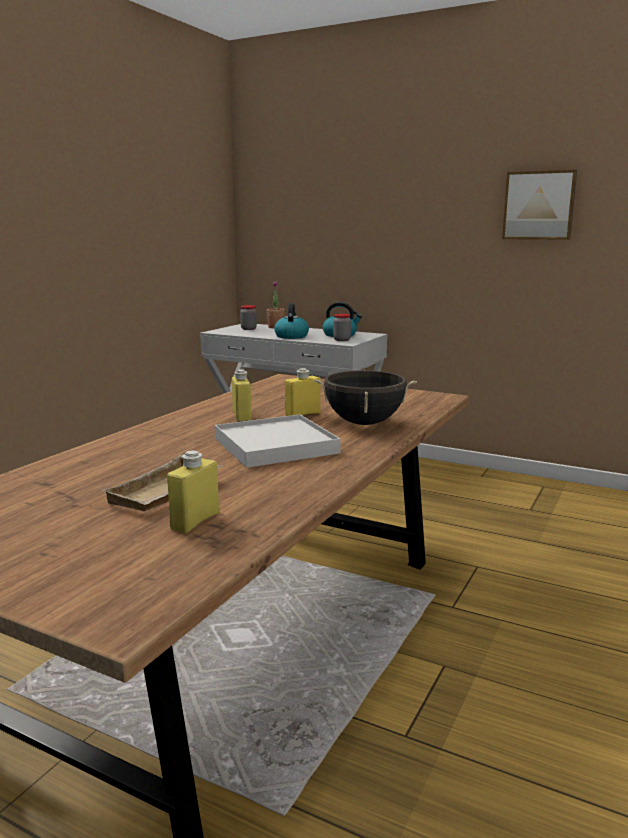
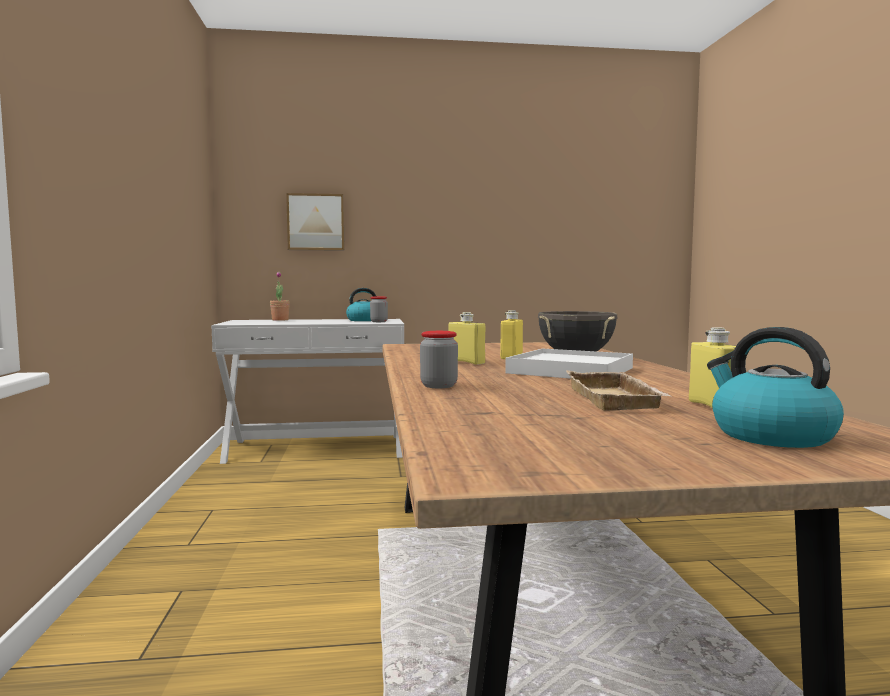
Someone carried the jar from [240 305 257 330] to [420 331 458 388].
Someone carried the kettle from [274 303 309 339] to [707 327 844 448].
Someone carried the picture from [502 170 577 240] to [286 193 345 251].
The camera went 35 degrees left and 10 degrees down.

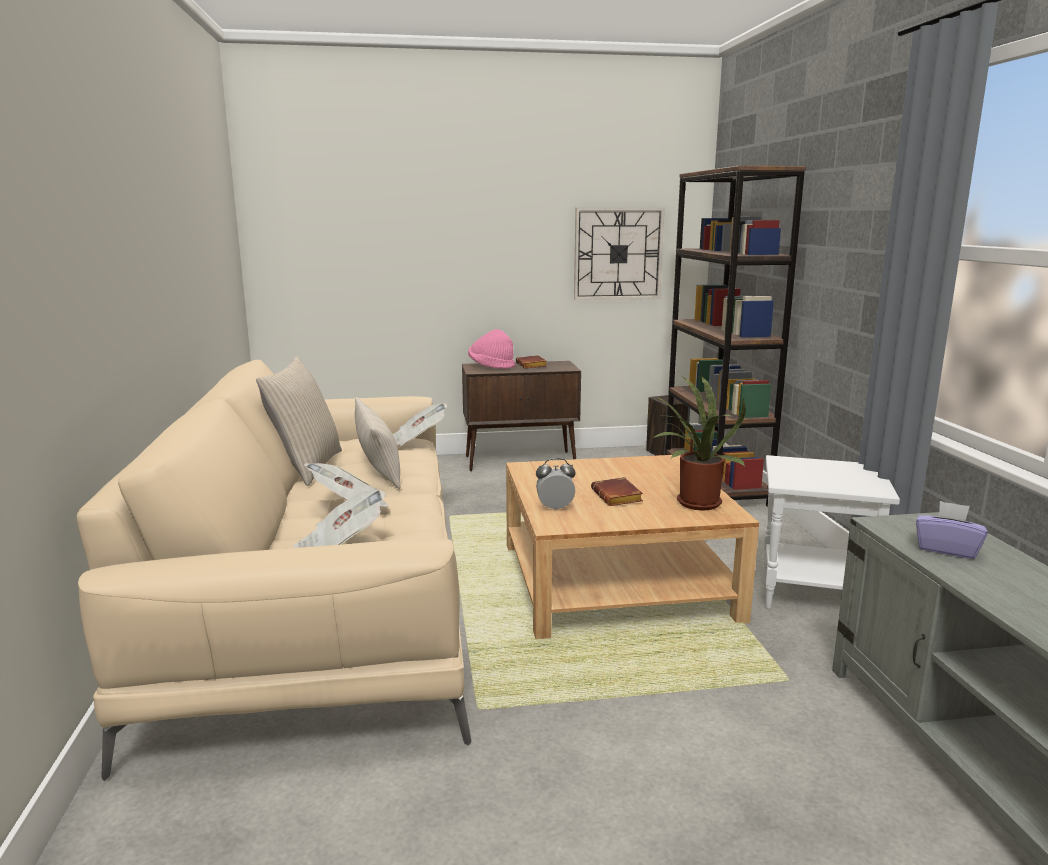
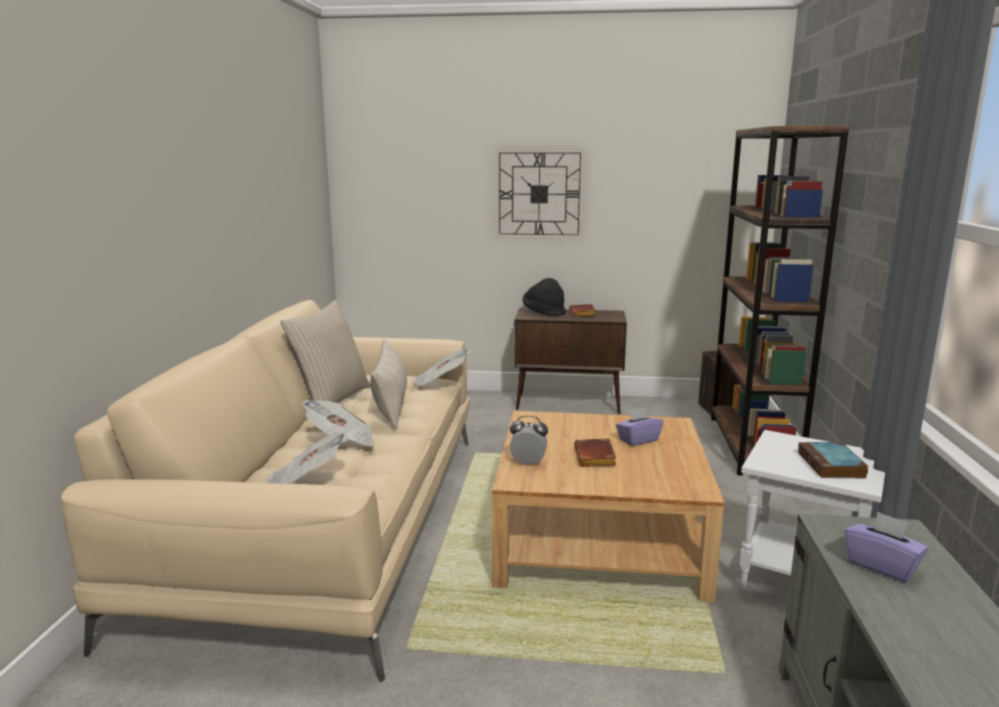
Someone took away the potted plant at [653 375 746 510].
Someone put down the tissue box in purple at [616 407 663 446].
Someone put down the book at [798 442 869 478].
Someone carried the wall clock from [574 208 665 300] to [496 149 585 239].
Someone repainted the hat in pink at [468 329 515 369], which became the hat in black at [523 278 566 316].
The camera went 15 degrees right and 0 degrees up.

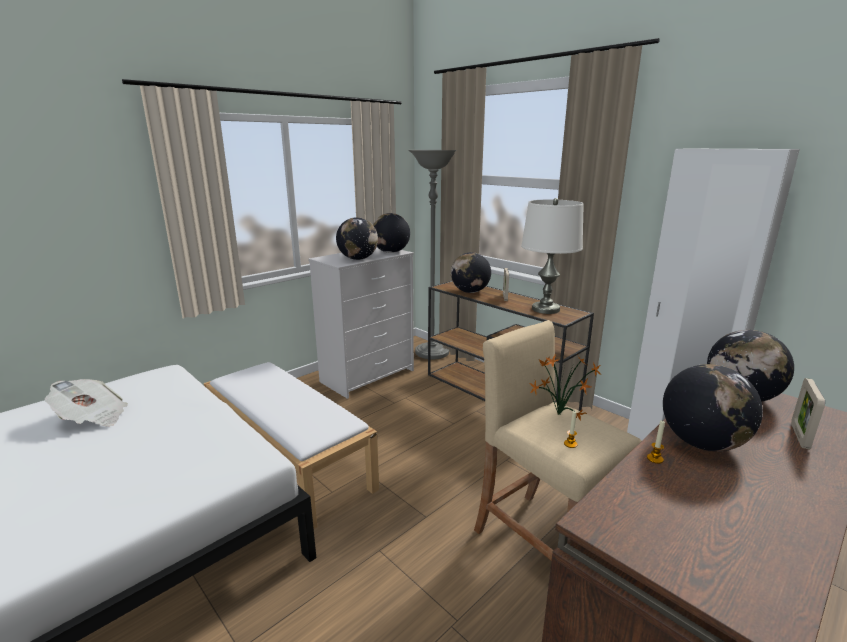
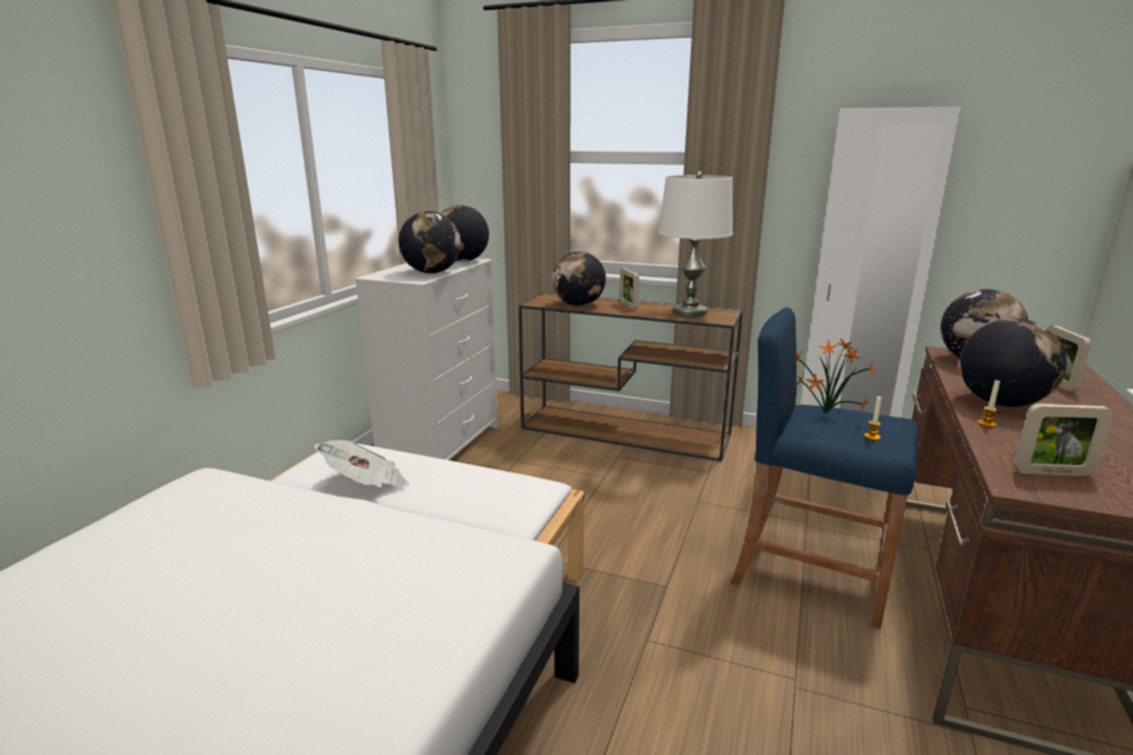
Someone took away the floor lamp in grey at [408 150 457 360].
Someone put down the picture frame at [1014 404 1113 476].
Someone carried the newspaper from [45 379 128 426] to [314 440 410 487].
Someone repainted the stool in beige at [474 320 641 561], which became the stool in blue at [731 307 918 629].
The camera went 25 degrees left and 0 degrees up.

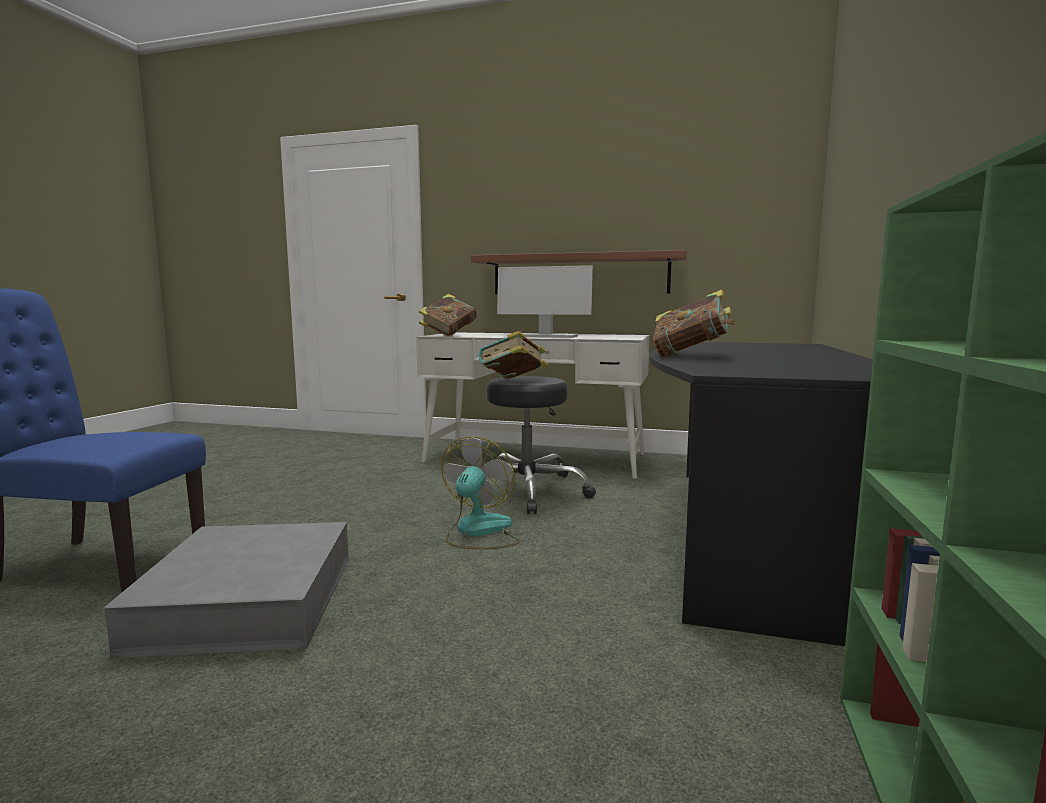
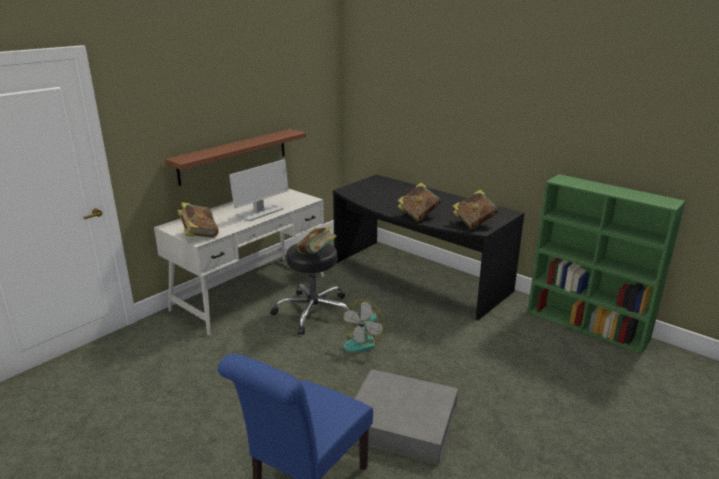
Someone put down the book at [453 189 498 229].
Someone rotated the fan at [441 437 520 549] by 105 degrees counterclockwise.
The camera went 65 degrees left and 15 degrees up.

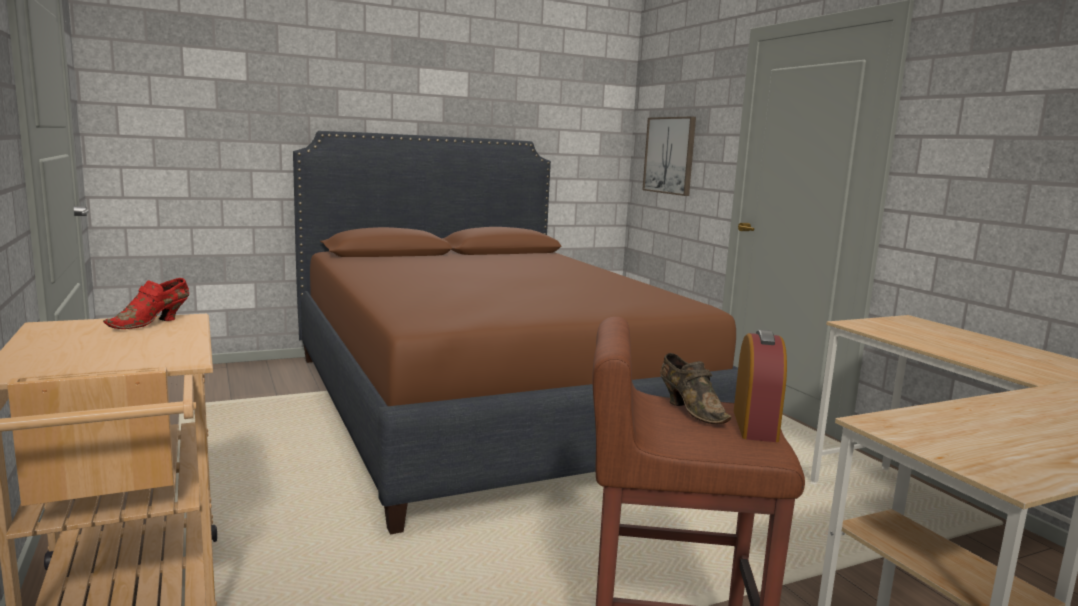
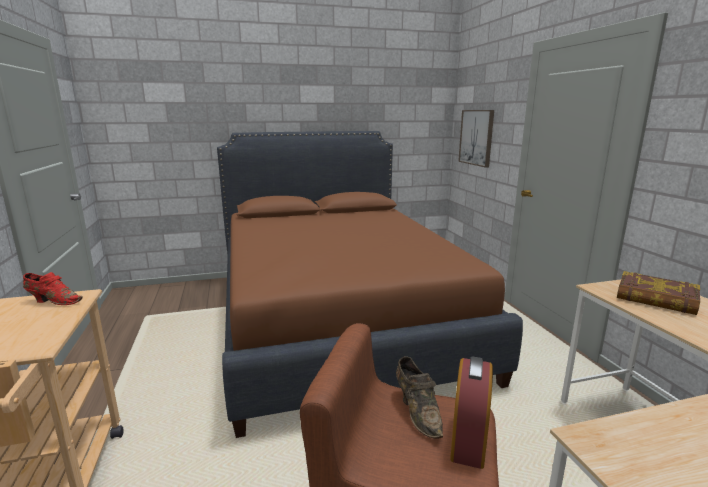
Someone put down the book at [617 271 700 315].
Someone rotated the shoe in red at [103 278 189 329] by 120 degrees counterclockwise.
The camera went 10 degrees right and 5 degrees up.

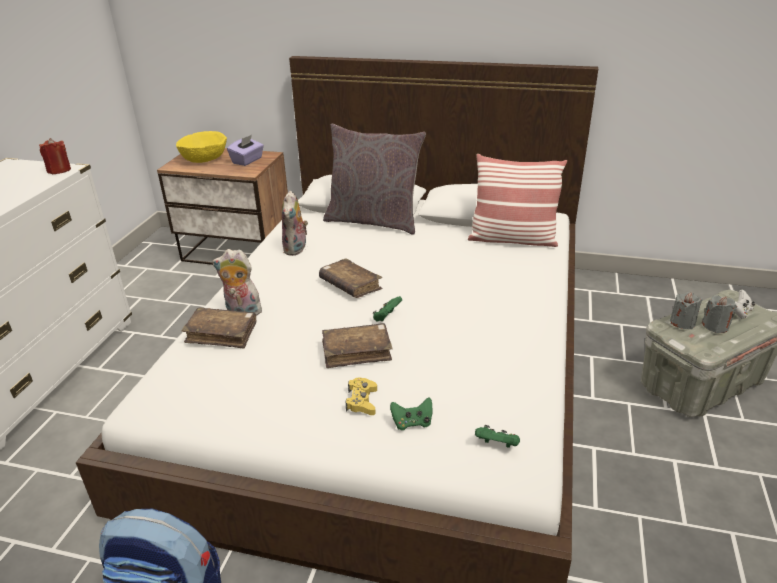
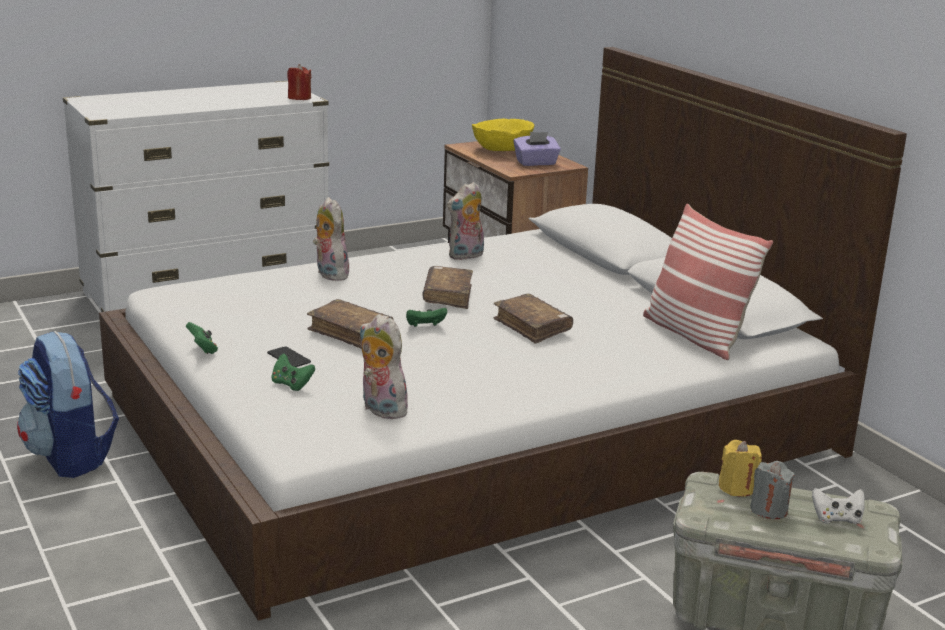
Someone took away the pillow in grey at [323 124 426 235].
Someone put down the plush toy at [360 314 408 419].
Someone carried the book in brown from [182 307 257 349] to [493 294 573 344].
Someone carried the game controller in green from [475 425 520 448] to [186 322 218 354].
Someone swapped the game controller in yellow at [346 378 377 415] for the phone at [267 346 311 367].
Someone repainted the candle in grey at [670 292 703 329], which became the candle in yellow at [719 440 762 497].
The camera went 45 degrees right and 10 degrees down.

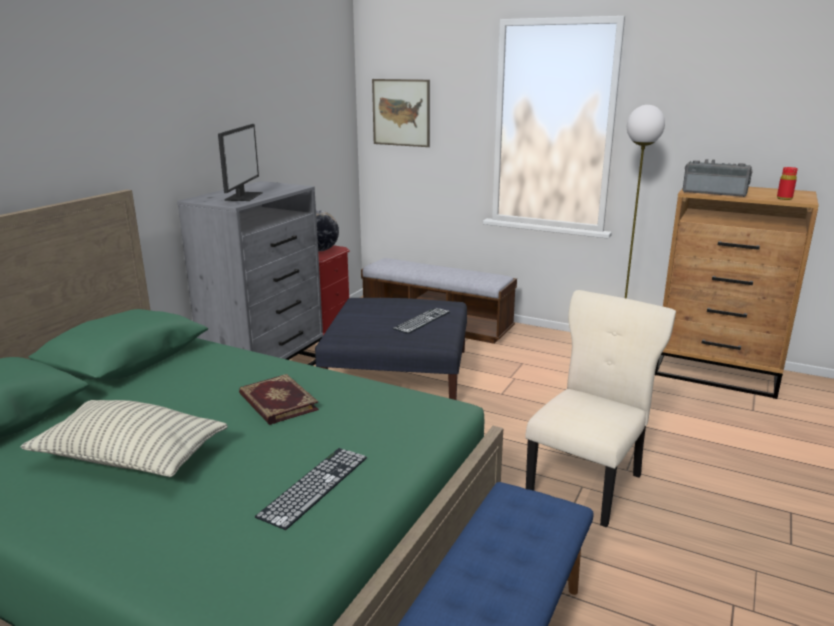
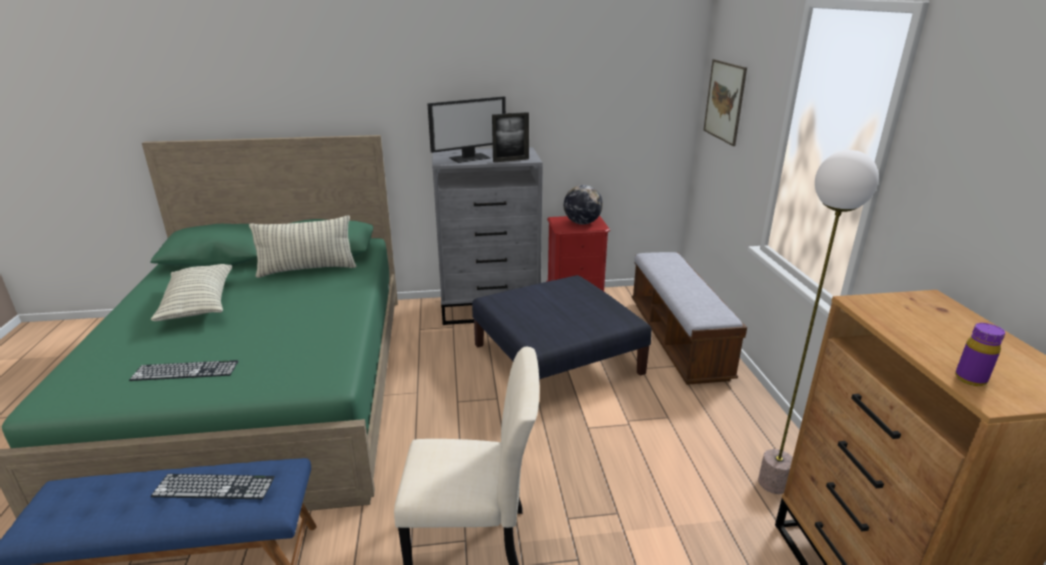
Someone took away the book at [239 374 319 425].
Someone took away the radio at [683 159 753 197].
Someone put down the pillow at [249 215 357 278].
Someone put down the picture frame at [492 112 529 162].
Someone carried the keyboard from [392 308 450 334] to [150 474 275 499].
Someone repainted the bottle in red at [777 167 798 200], which became the bottle in purple at [955 323 1005 386].
The camera went 55 degrees right and 5 degrees up.

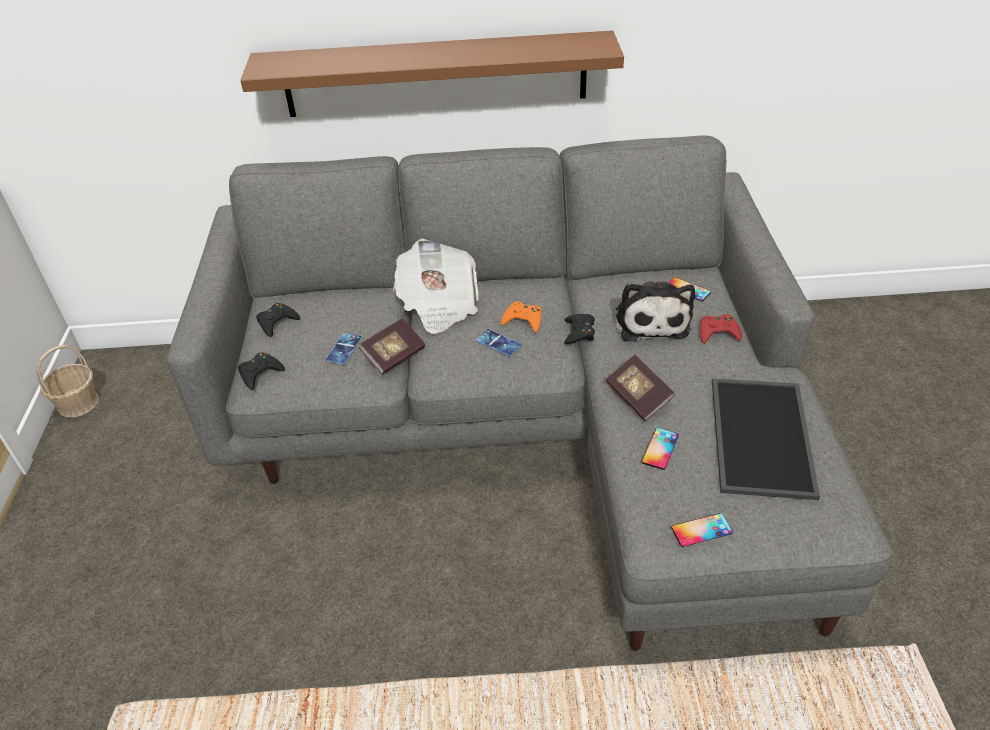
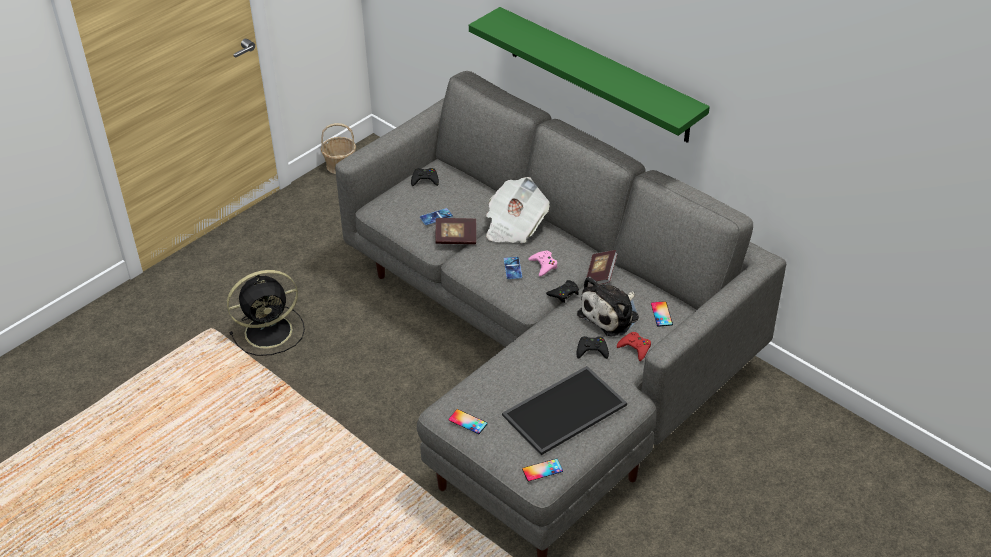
Someone put down the fan in black at [227 270 305 356].
Someone carried the game controller in black from [238 352 285 390] to [576 336 609 359].
Someone carried the book from [606 355 675 422] to [586 250 618 285].
Someone carried the phone from [641 427 679 470] to [522 458 563 481].
Someone repainted the shelf in brown at [240 31 624 117], which became the shelf in green at [469 7 710 143].
Someone repainted the game controller in orange at [501 301 541 333], which became the game controller in pink at [528 250 557 277].
The camera went 45 degrees right and 0 degrees up.

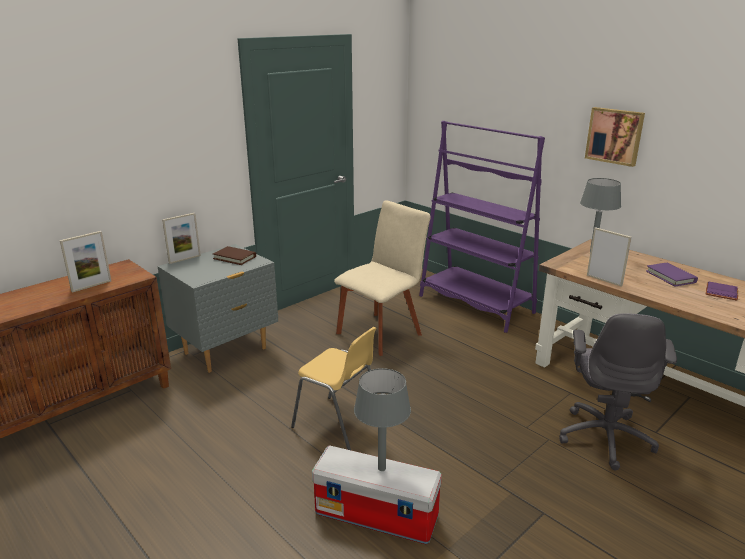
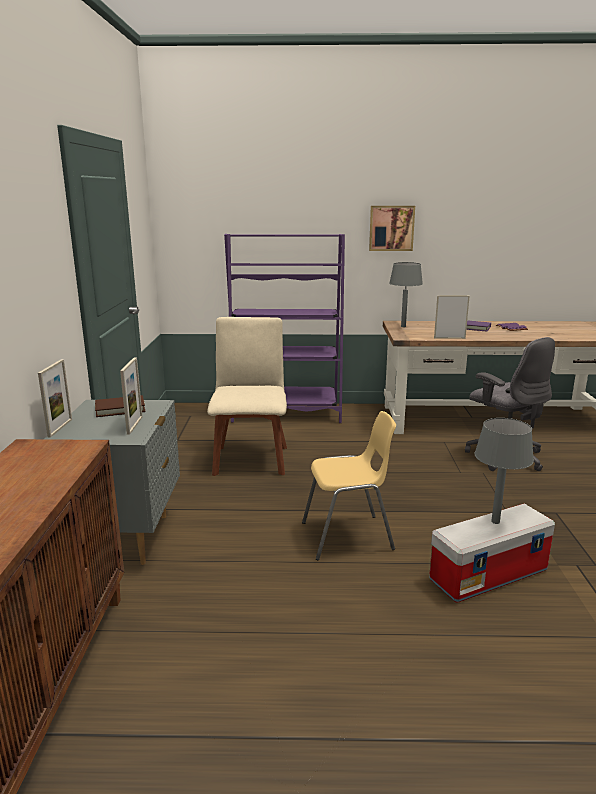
Someone carried the picture frame from [60 231 111 293] to [120 357 142 435].
The camera went 45 degrees left and 5 degrees down.

